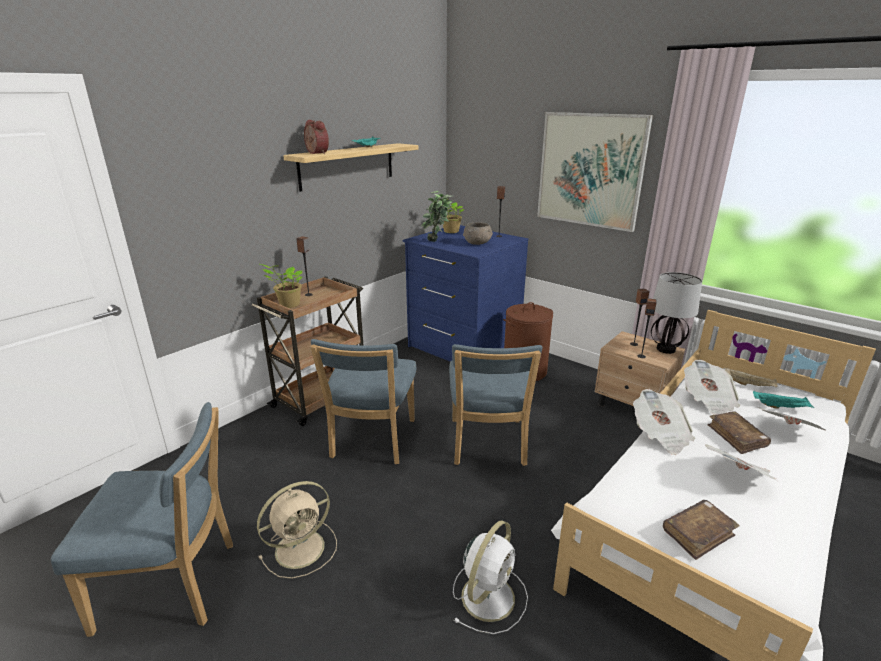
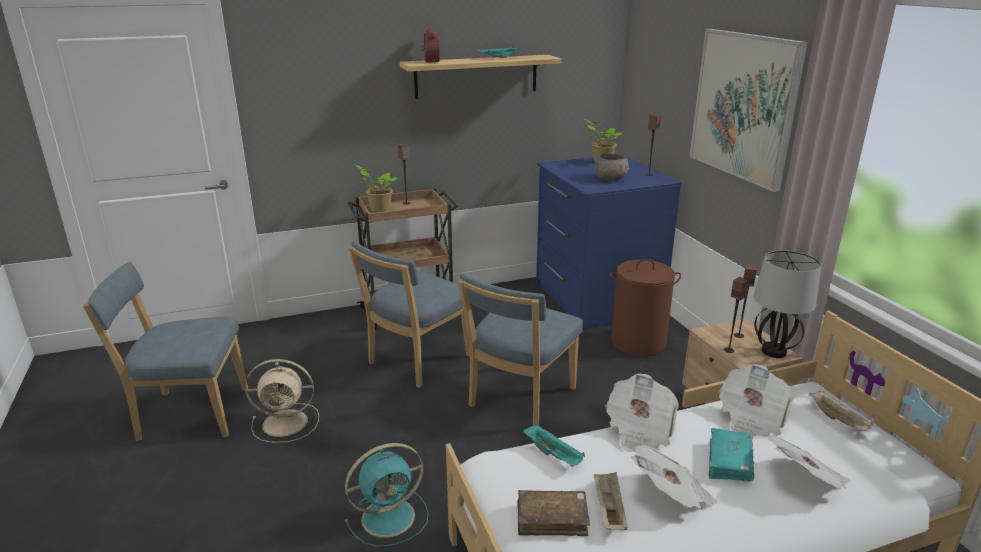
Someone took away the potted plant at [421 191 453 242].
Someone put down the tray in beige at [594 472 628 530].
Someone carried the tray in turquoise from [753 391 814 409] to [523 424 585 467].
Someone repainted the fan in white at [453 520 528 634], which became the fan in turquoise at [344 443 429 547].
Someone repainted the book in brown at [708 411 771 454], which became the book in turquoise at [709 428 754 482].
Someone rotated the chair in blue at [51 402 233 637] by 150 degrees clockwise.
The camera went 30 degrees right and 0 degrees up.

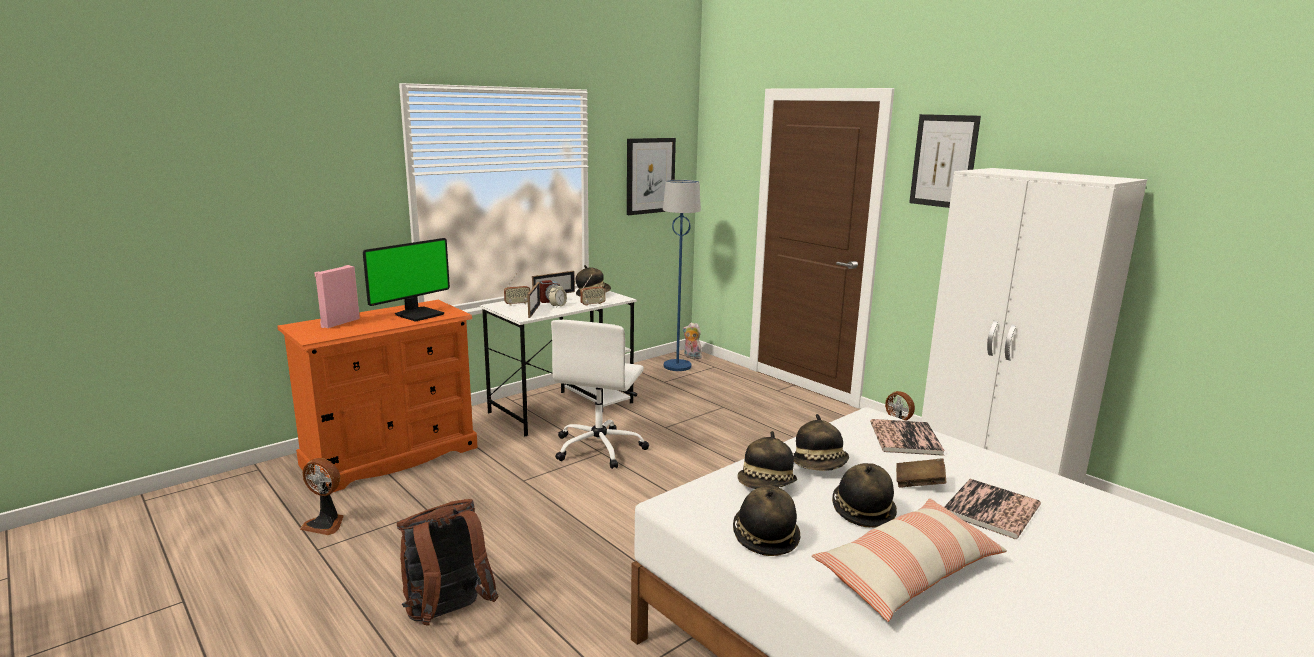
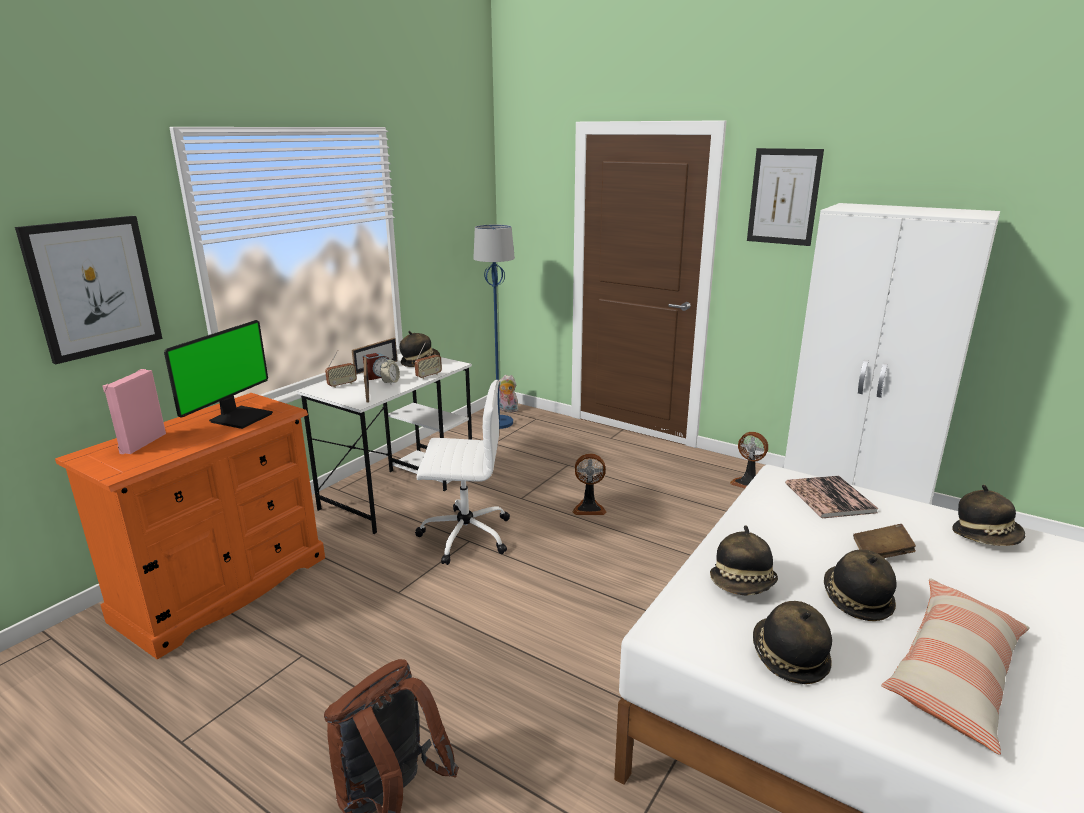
Someone took away the book at [944 479 1041 539].
Someone carried the fan from [300 458 344 535] to [572 454 606 515].
Someone carried the picture from [627 138 676 215] to [15 216 163 364].
Someone carried the hat from [793 414 849 471] to [952 485 1025 546].
Someone rotated the office chair in white at [551 320 649 469] by 90 degrees counterclockwise.
The camera went 15 degrees left and 5 degrees up.

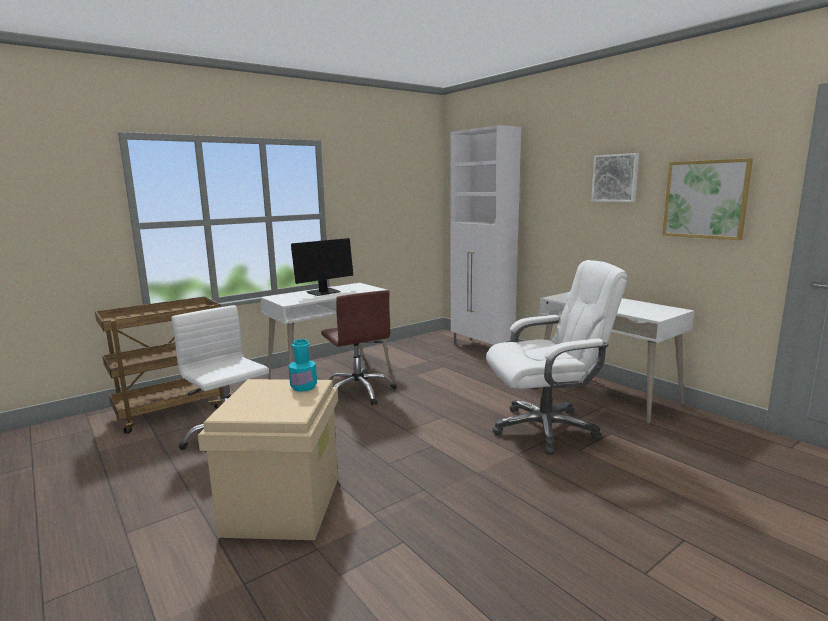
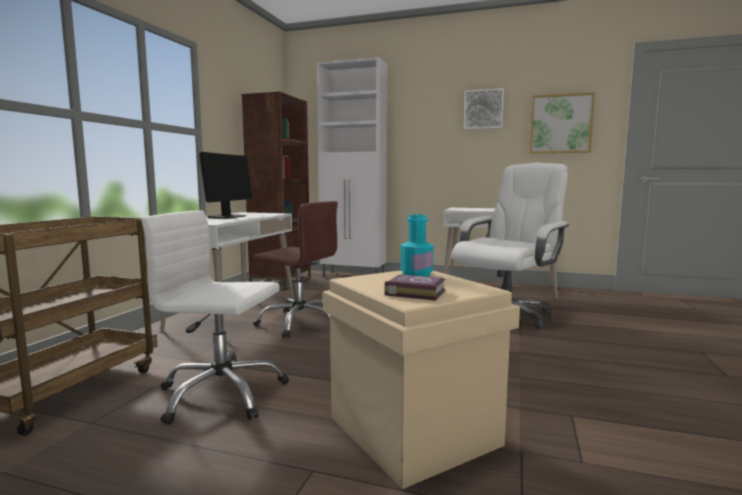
Someone put down the bookcase in brown at [242 92 311 291].
Someone put down the book at [384 275 446 301].
The camera went 35 degrees left and 5 degrees down.

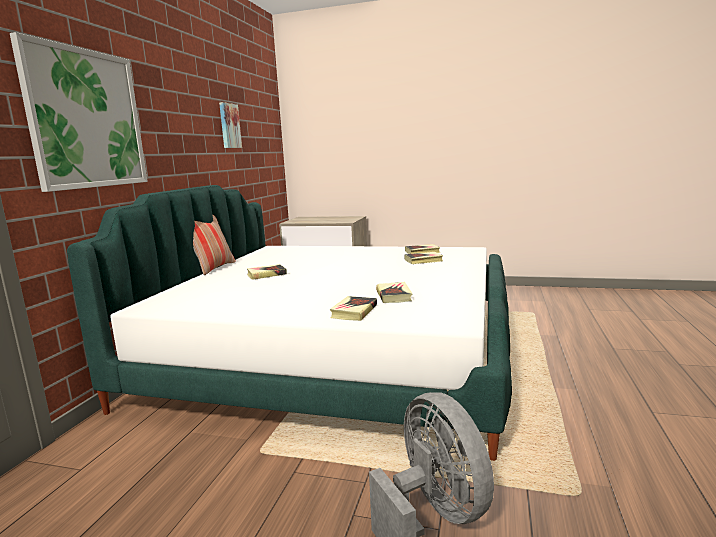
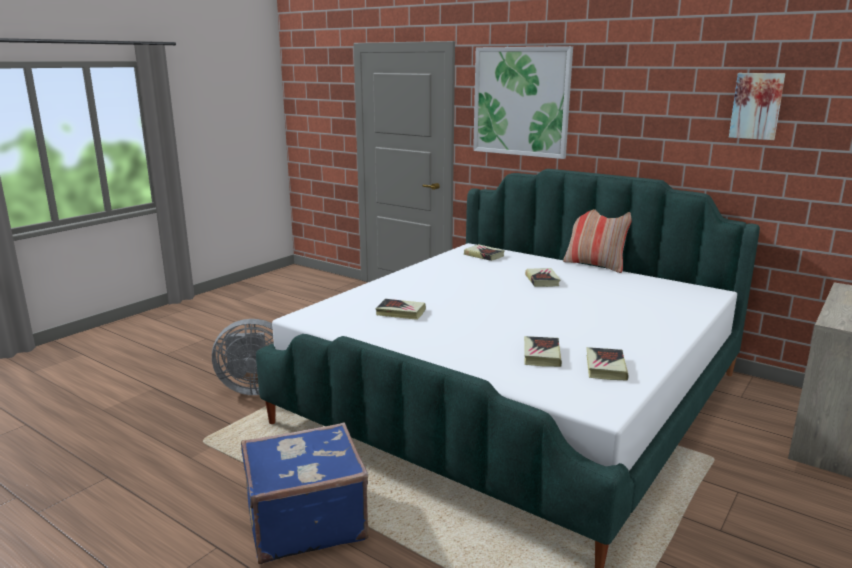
Someone put down the suitcase in blue at [241 422 369 564].
Someone carried the book from [329 296 377 321] to [464 244 505 261].
The camera went 110 degrees right and 5 degrees up.

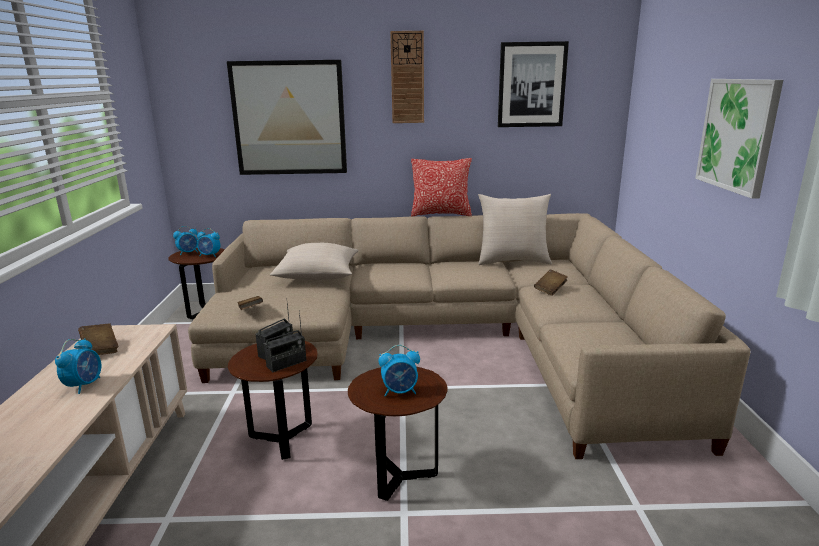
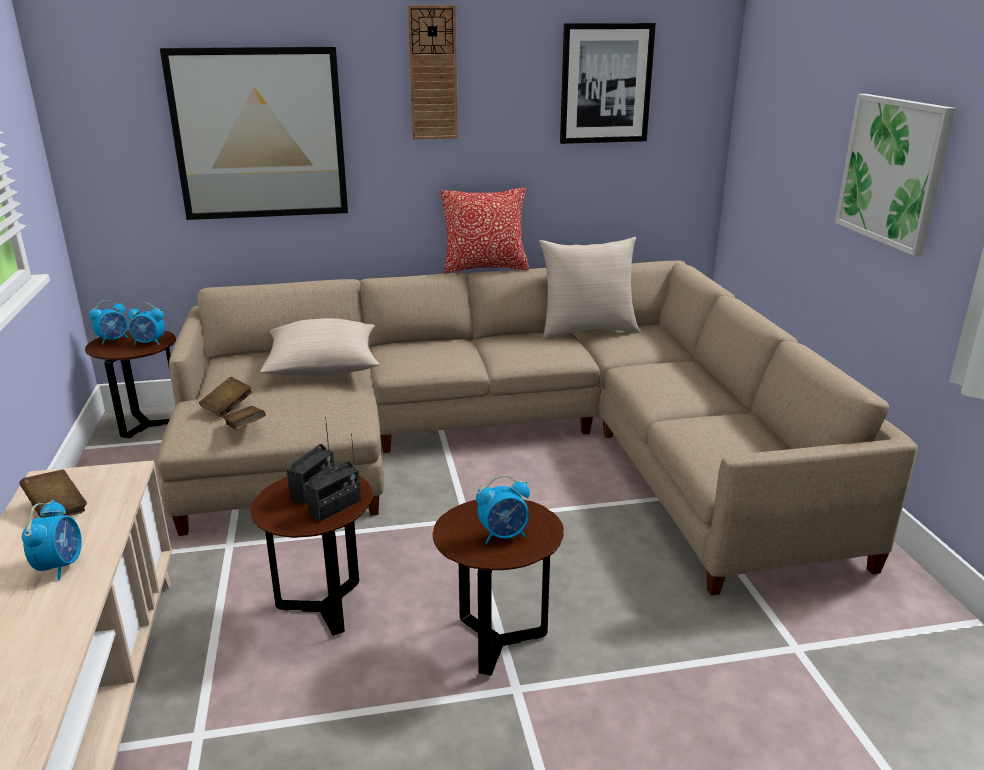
Someone carried the book in brown from [534 270 568 296] to [199 377 252 417].
The camera went 10 degrees left and 5 degrees up.

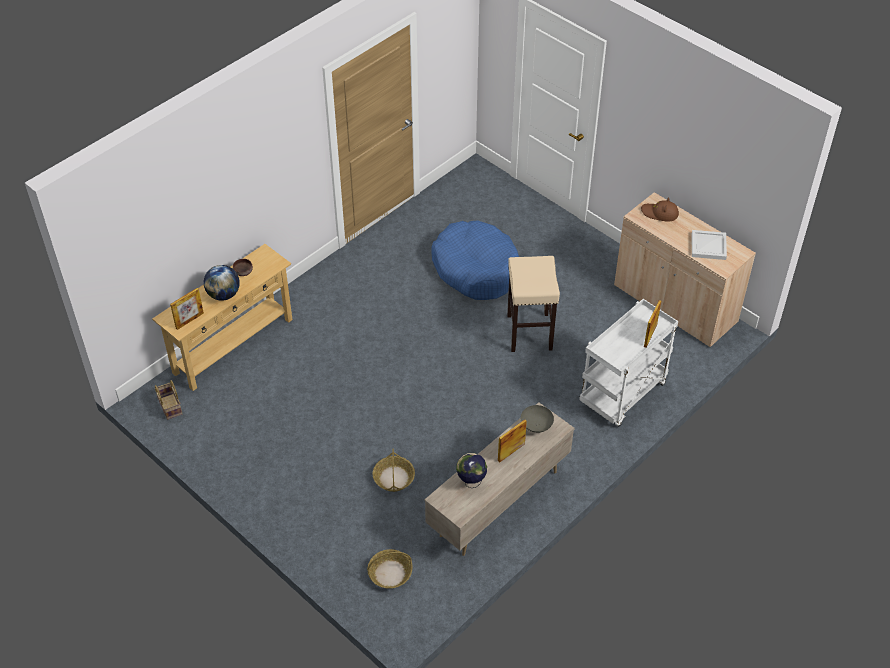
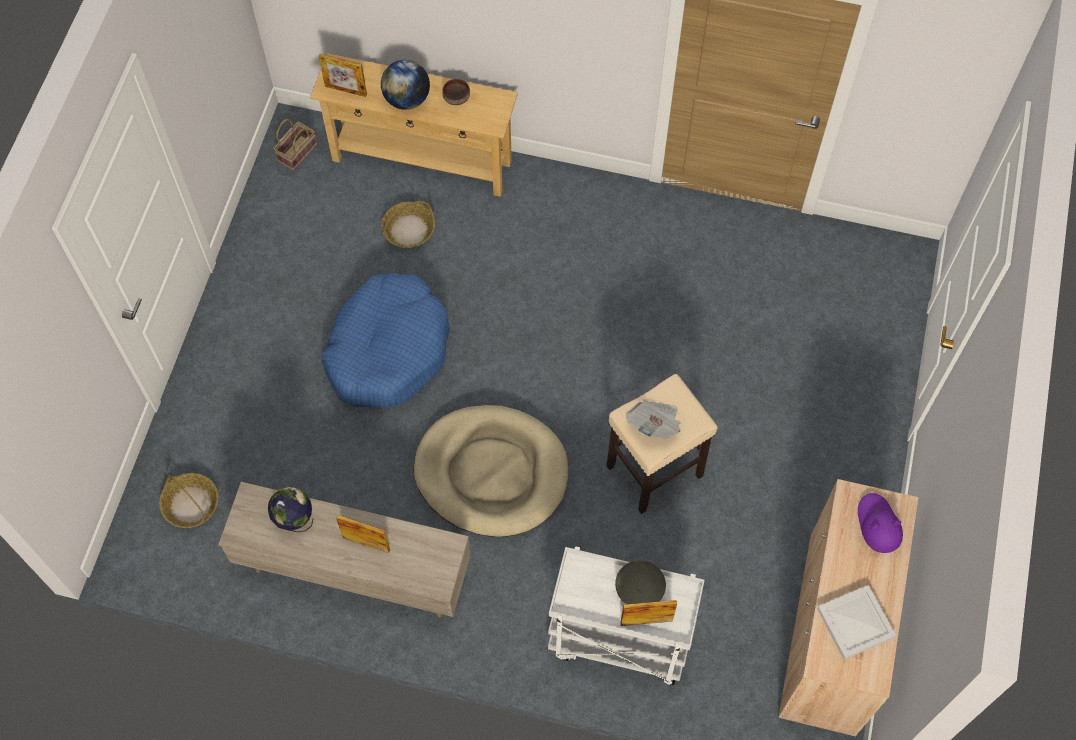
Someone put down the dog bed in beige at [414 405 568 537].
Someone put down the newspaper at [626 399 681 439].
Someone carried the basket from [373 449 415 492] to [381 201 435 248].
Someone carried the dog bed in blue from [431 220 519 300] to [322 273 450 408].
Someone carried the bowl in grey from [521 405 554 433] to [615 560 666 604].
Someone repainted the hat in brown at [641 198 679 221], which became the hat in purple at [858 493 903 553].
The camera went 60 degrees right and 15 degrees up.

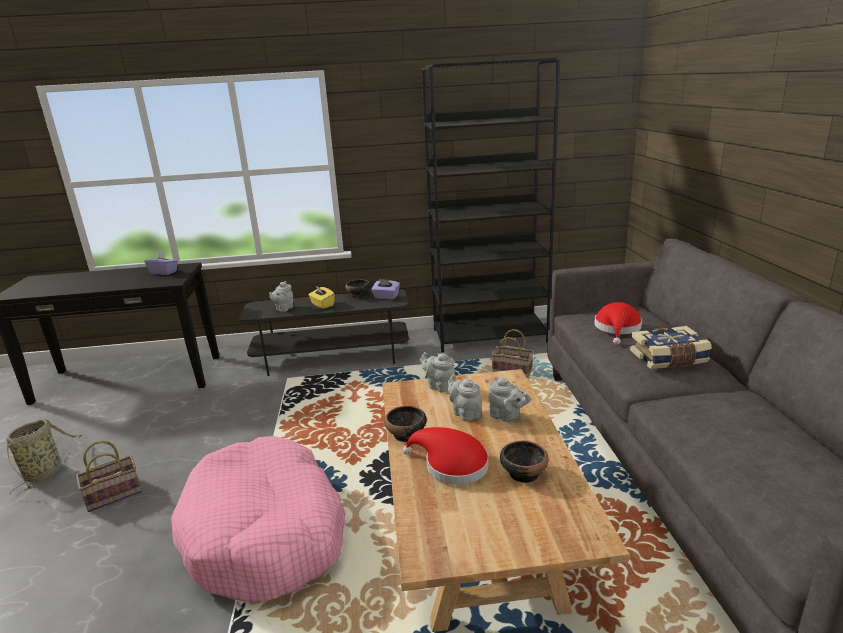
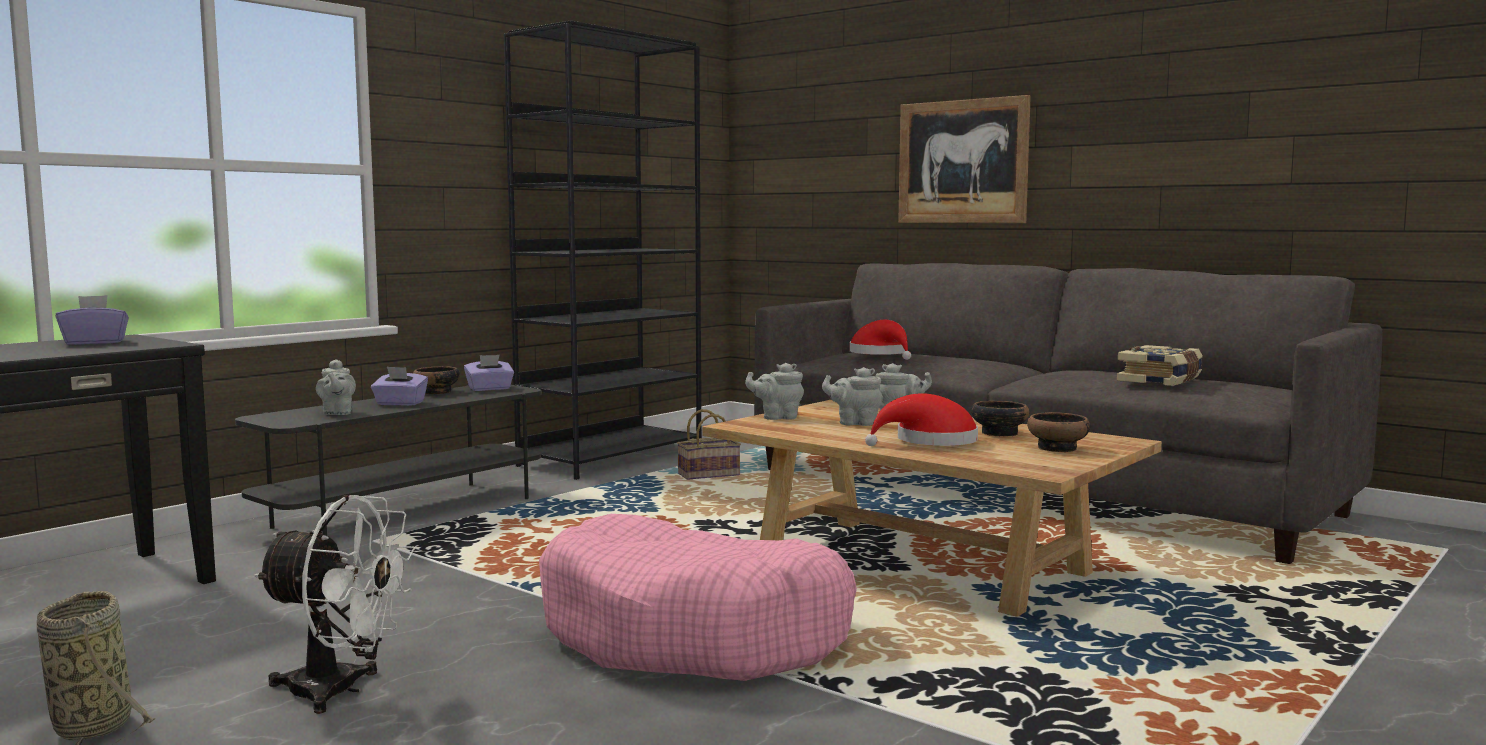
Someone put up the picture at [898 95 1031 223].
Someone carried the bowl from [384 406 427 442] to [1027 412 1091 452].
Someone carried the book from [630 326 712 369] to [1117 345 1203 386].
Someone swapped the basket at [76 441 142 512] for the fan in white at [254 495 416 714].
Someone repainted the tissue box in yellow at [308 285 335 309], which became the tissue box in purple at [371 367 428 406].
The camera went 45 degrees left and 15 degrees down.

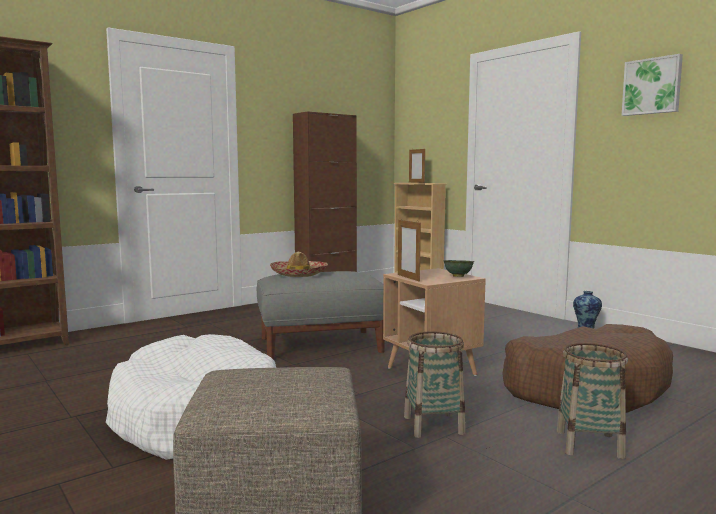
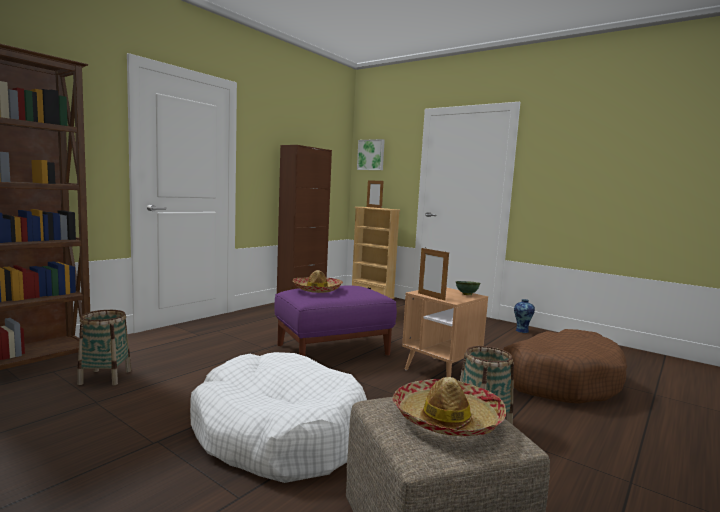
Someone put down the hat at [393 377 506 436].
Someone carried the basket from [557 343 628 459] to [77 310 131 385].
Someone carried the picture from [622 54 683 116] to [357 139 385 170].
Someone repainted the ottoman in grey at [257 271 385 360], which became the ottoman in purple at [274 285 397 356].
The camera went 15 degrees left and 0 degrees up.

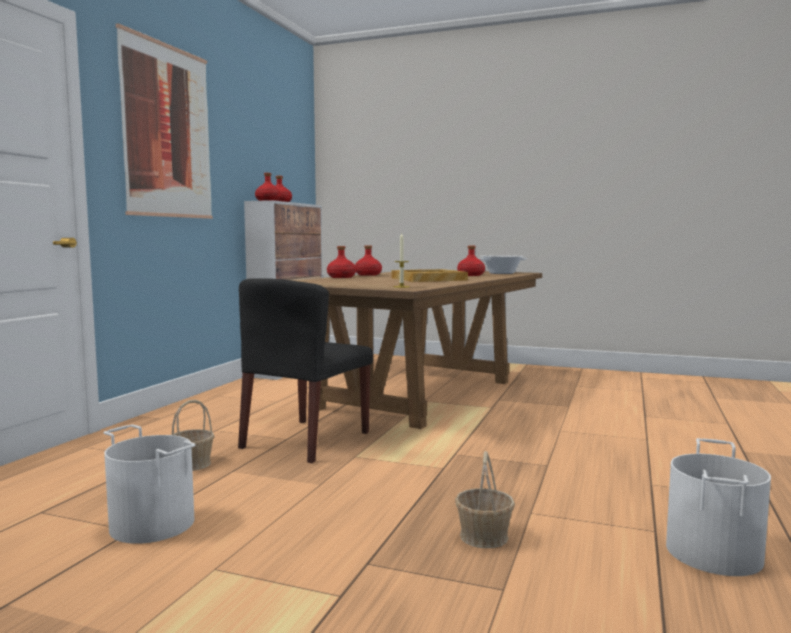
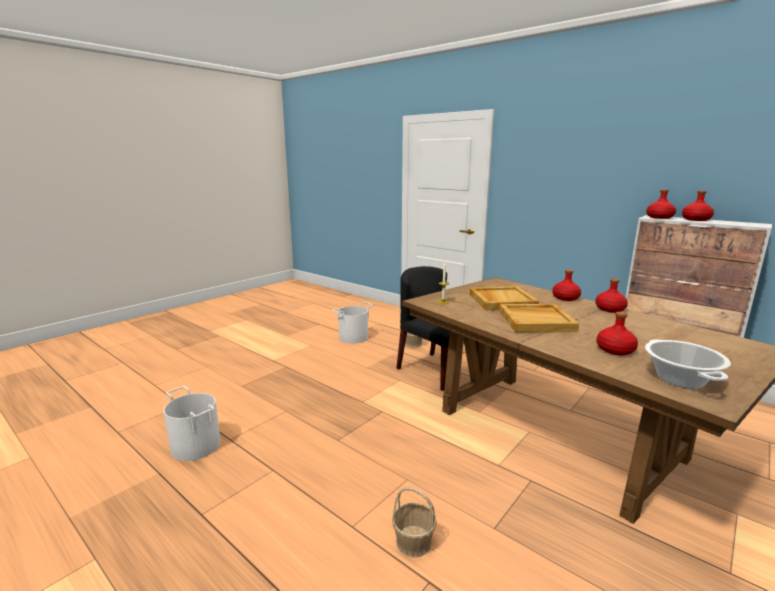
Someone took away the picture at [116 23 213 219].
Someone put down the tray in beige at [470 286 539 311].
Someone carried the basket from [455 451 515 548] to [392 487 437 557].
The camera went 110 degrees right and 10 degrees up.

